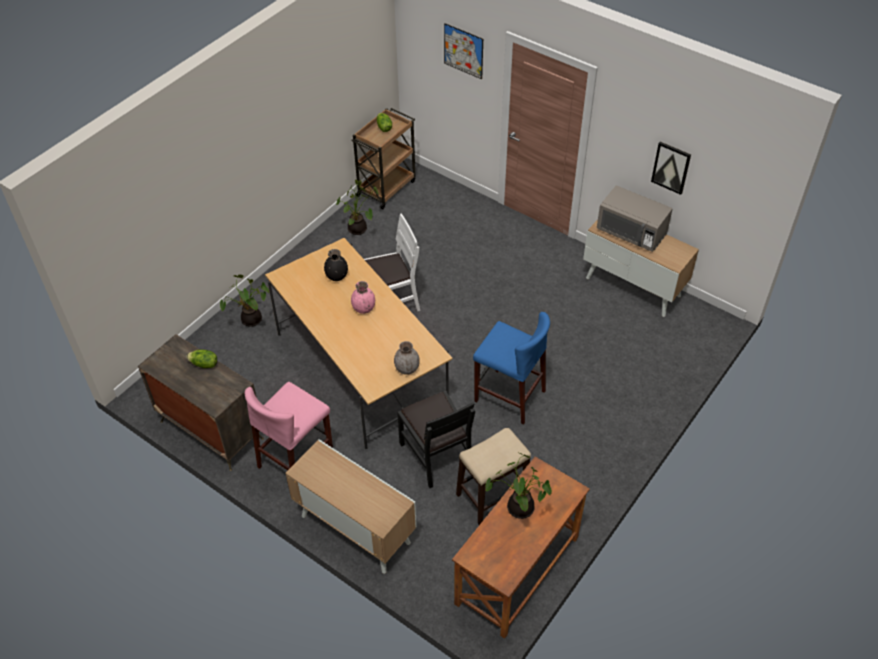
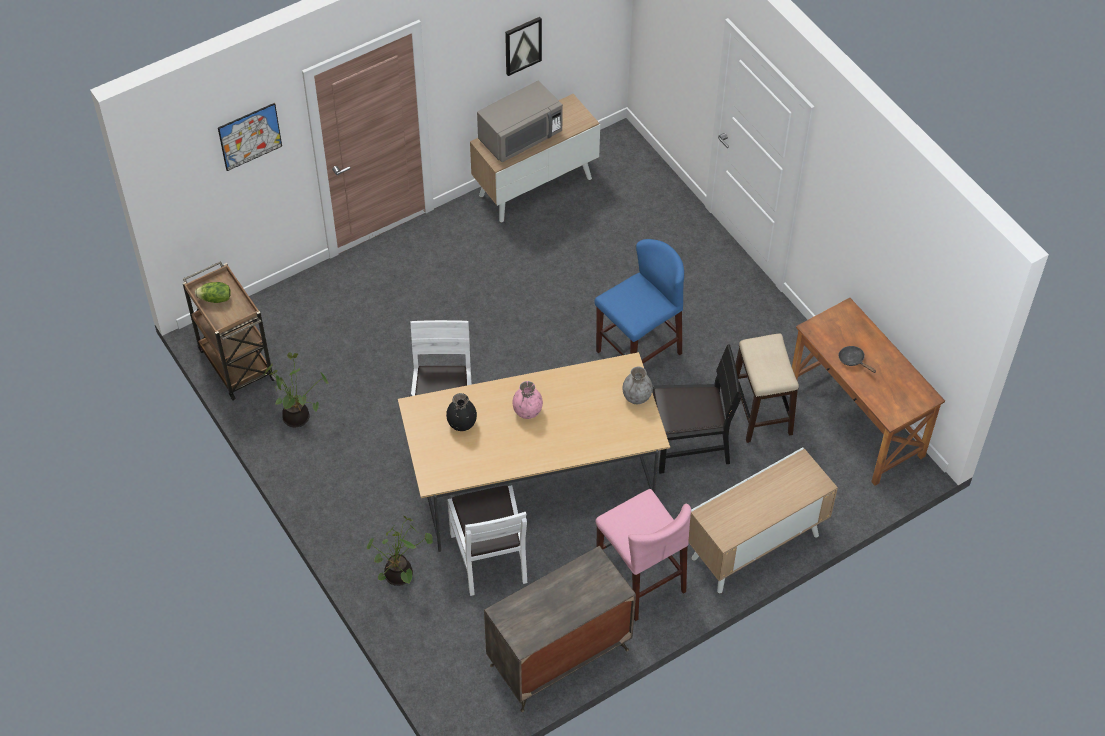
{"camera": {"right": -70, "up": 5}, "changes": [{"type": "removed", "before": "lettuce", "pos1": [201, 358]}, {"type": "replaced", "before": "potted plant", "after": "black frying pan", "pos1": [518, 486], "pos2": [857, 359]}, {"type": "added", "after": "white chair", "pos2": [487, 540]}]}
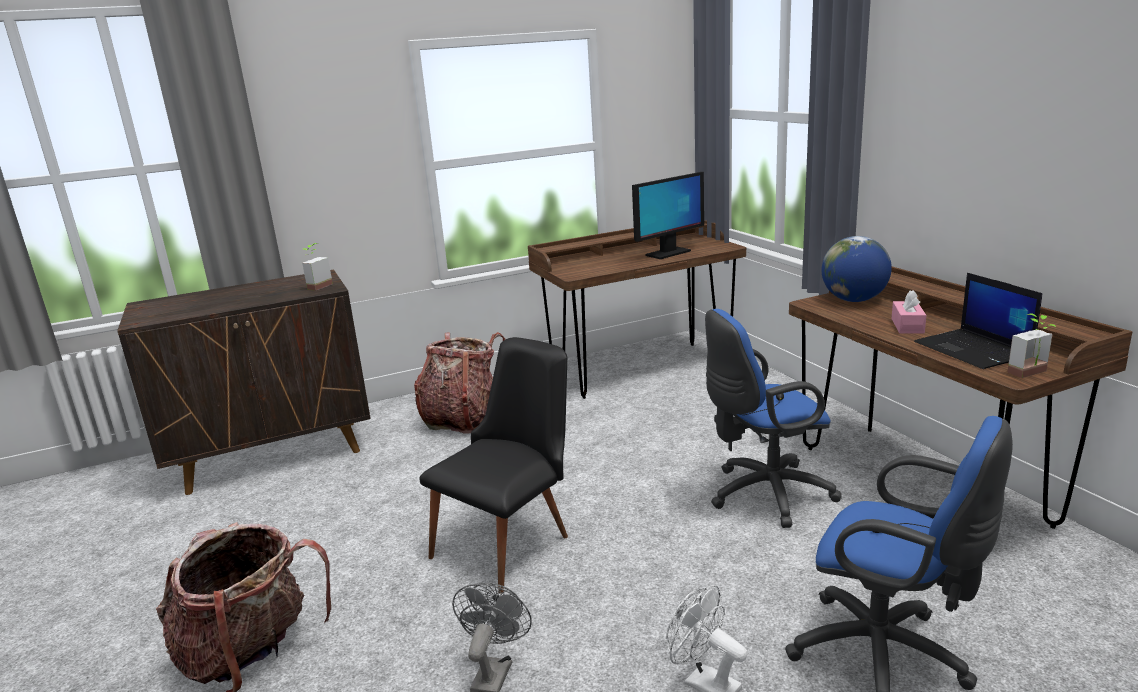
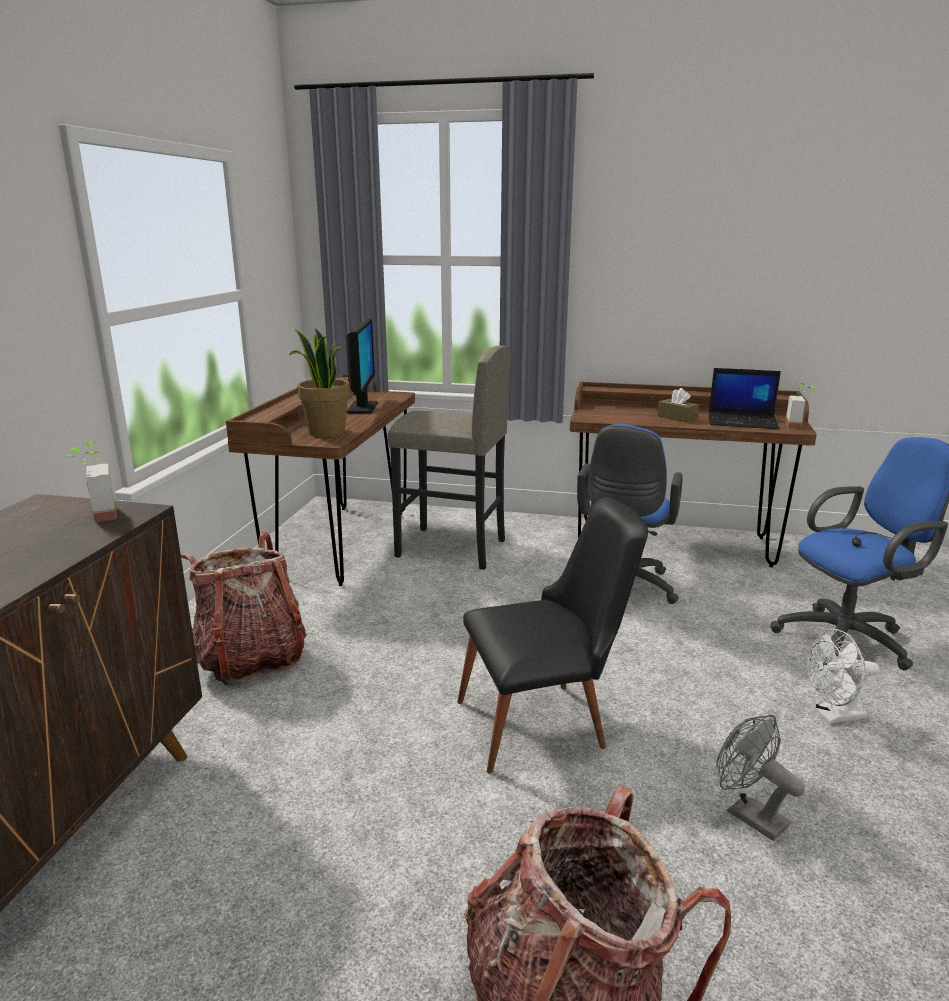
{"camera": {"right": -55, "up": 0}, "changes": [{"type": "removed", "before": "globe", "pos1": [857, 269]}, {"type": "recoloured", "before": "pink tissue box", "after": "brown tissue box", "pos1": [908, 312], "pos2": [678, 405]}, {"type": "turned", "before": "black chair", "pos1": [493, 465], "pos2": [552, 635], "turn": 90}, {"type": "added", "after": "potted plant", "pos2": [319, 382]}, {"type": "added", "after": "grey stool", "pos2": [449, 457]}]}
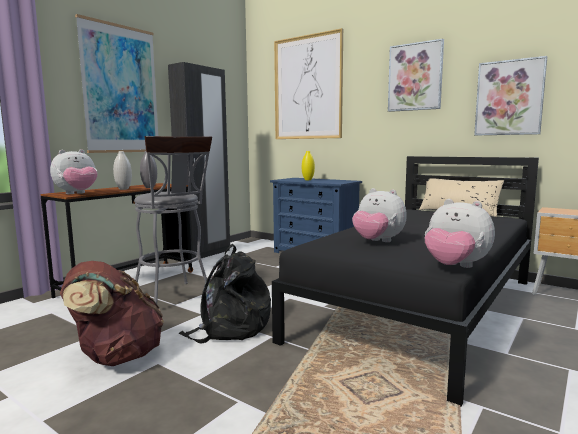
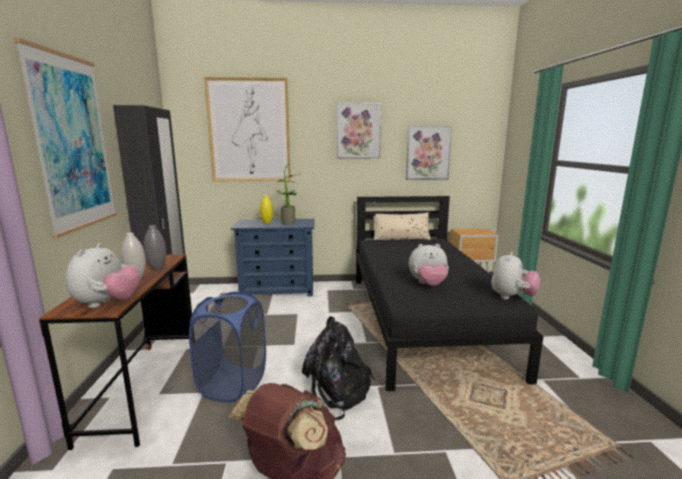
{"camera": {"right": -40, "up": 5}, "changes": [{"type": "replaced", "before": "grey stool", "after": "blue laundry basket", "pos1": [173, 220], "pos2": [227, 347]}, {"type": "turned", "before": "plush toy", "pos1": [459, 233], "pos2": [515, 275], "turn": -60}, {"type": "added", "after": "potted plant", "pos2": [288, 194]}]}
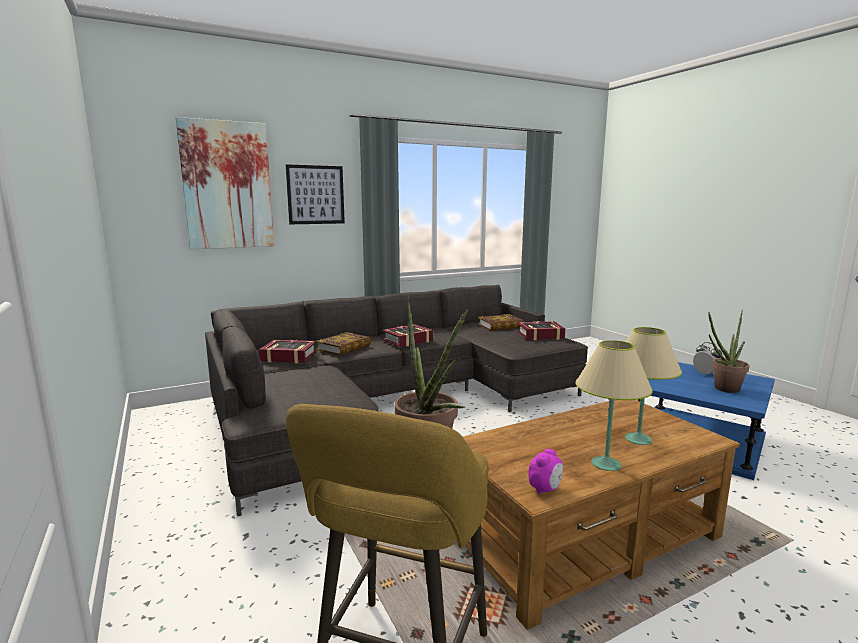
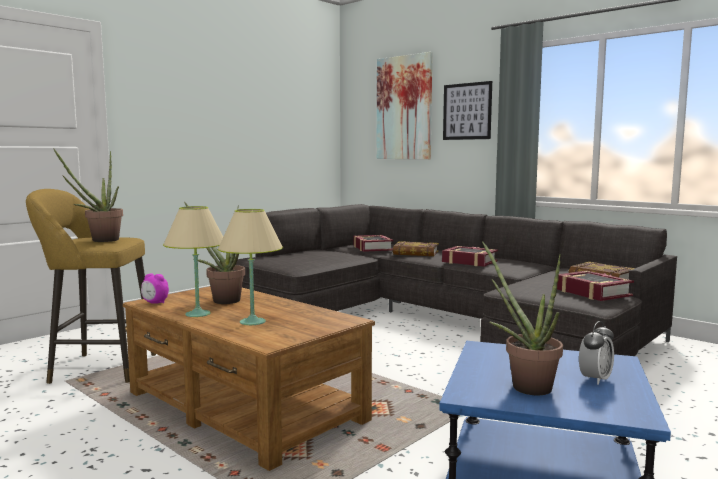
{"camera": {"right": 70, "up": -5}, "changes": [{"type": "added", "after": "potted plant", "pos2": [214, 253]}]}
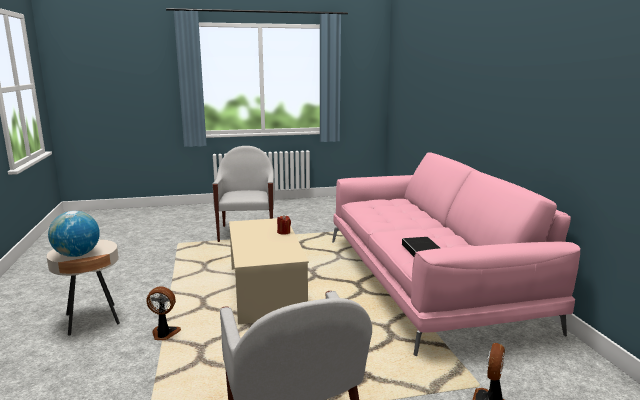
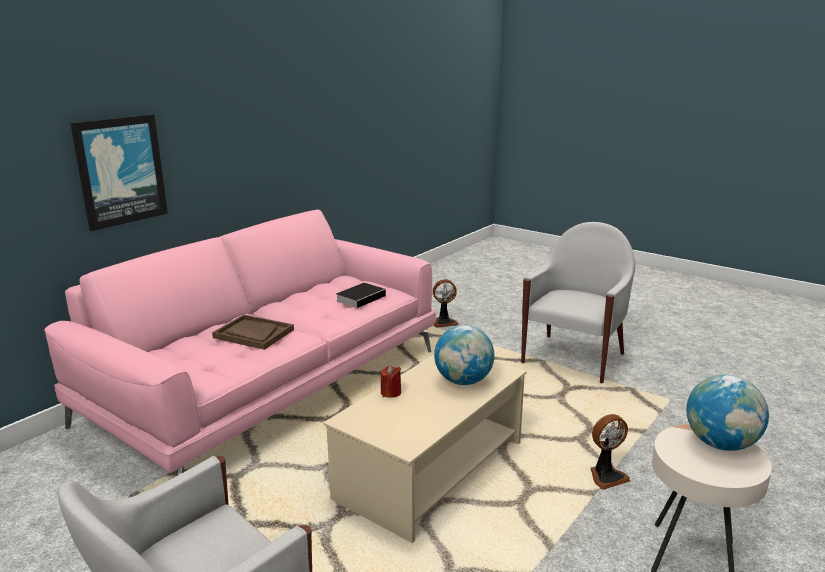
{"camera": {"right": -130, "up": 5}, "changes": [{"type": "turned", "before": "fan", "pos1": [163, 313], "pos2": [610, 452], "turn": -75}, {"type": "added", "after": "picture", "pos2": [119, 172]}, {"type": "added", "after": "brown tray", "pos2": [253, 332]}, {"type": "added", "after": "globe", "pos2": [464, 355]}]}
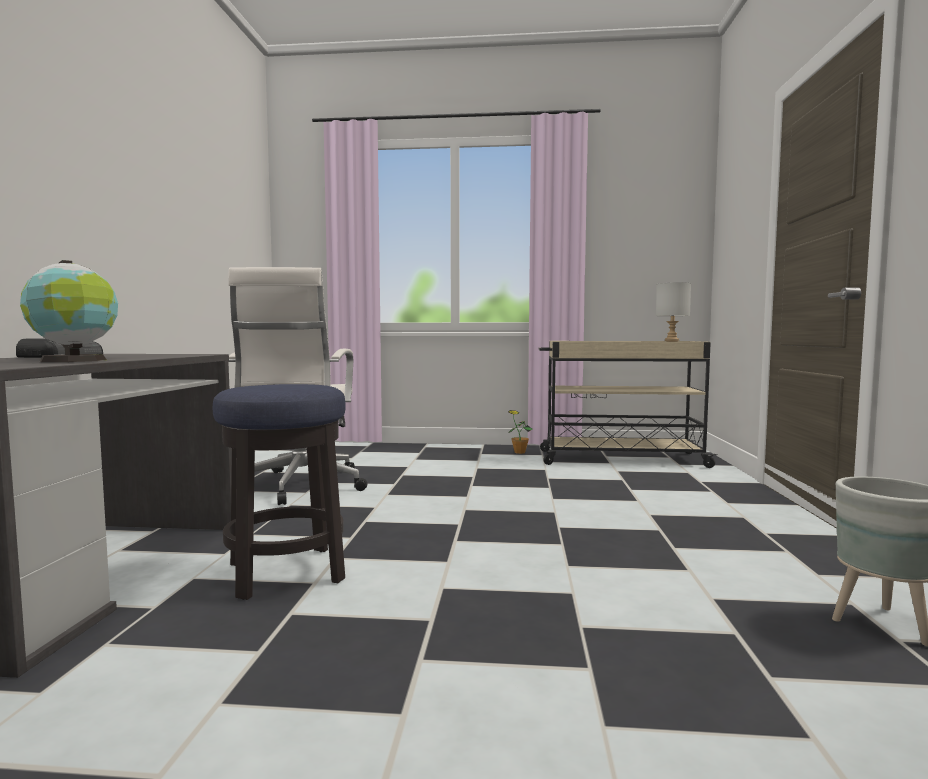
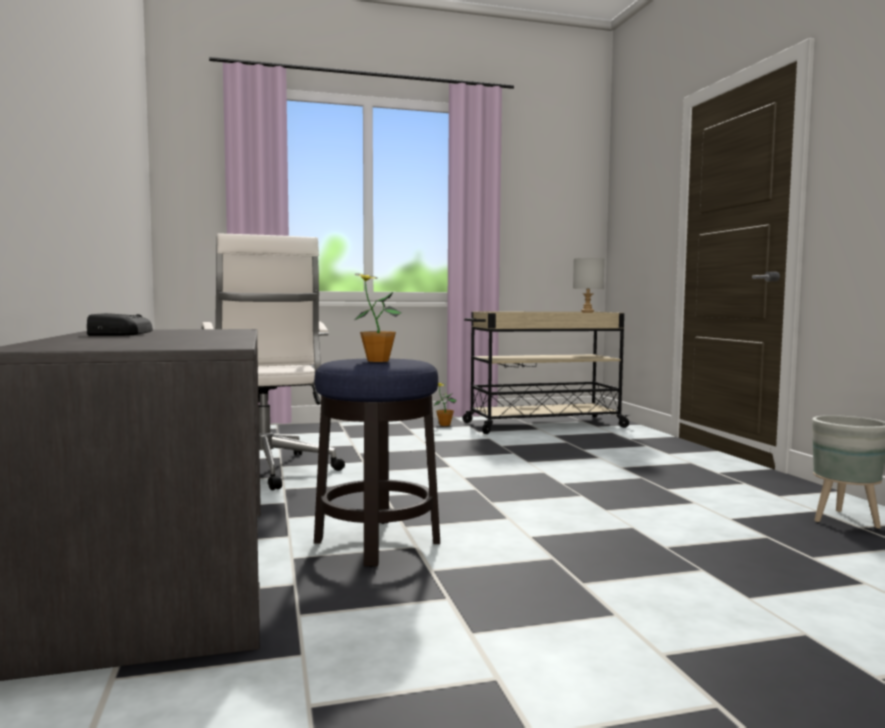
{"camera": {"right": -20, "up": 0}, "changes": [{"type": "removed", "before": "globe", "pos1": [69, 311]}, {"type": "added", "after": "potted plant", "pos2": [378, 317]}]}
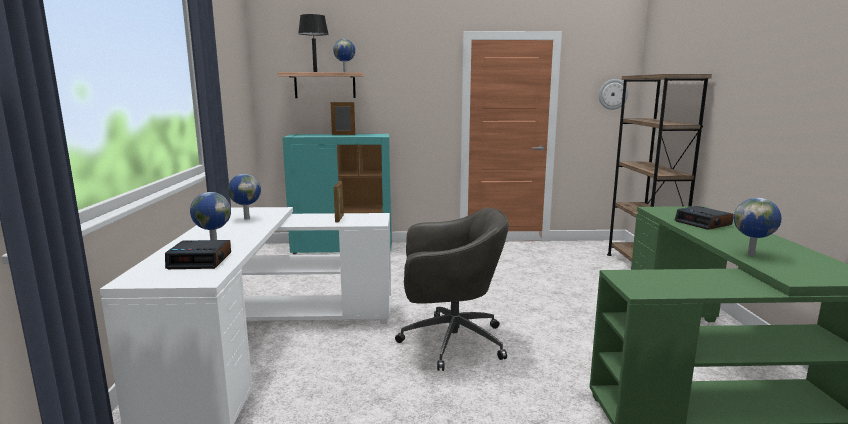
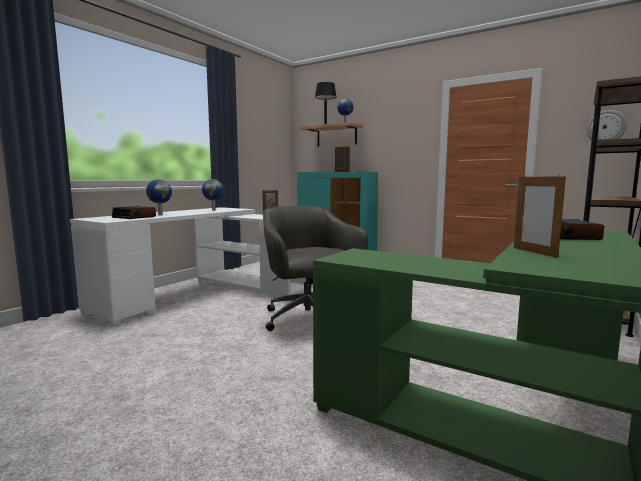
{"camera": {"right": 35, "up": -5}, "changes": [{"type": "replaced", "before": "globe", "after": "picture frame", "pos1": [757, 227], "pos2": [540, 216]}, {"type": "turned", "before": "grey office chair", "pos1": [452, 289], "pos2": [315, 268], "turn": -150}]}
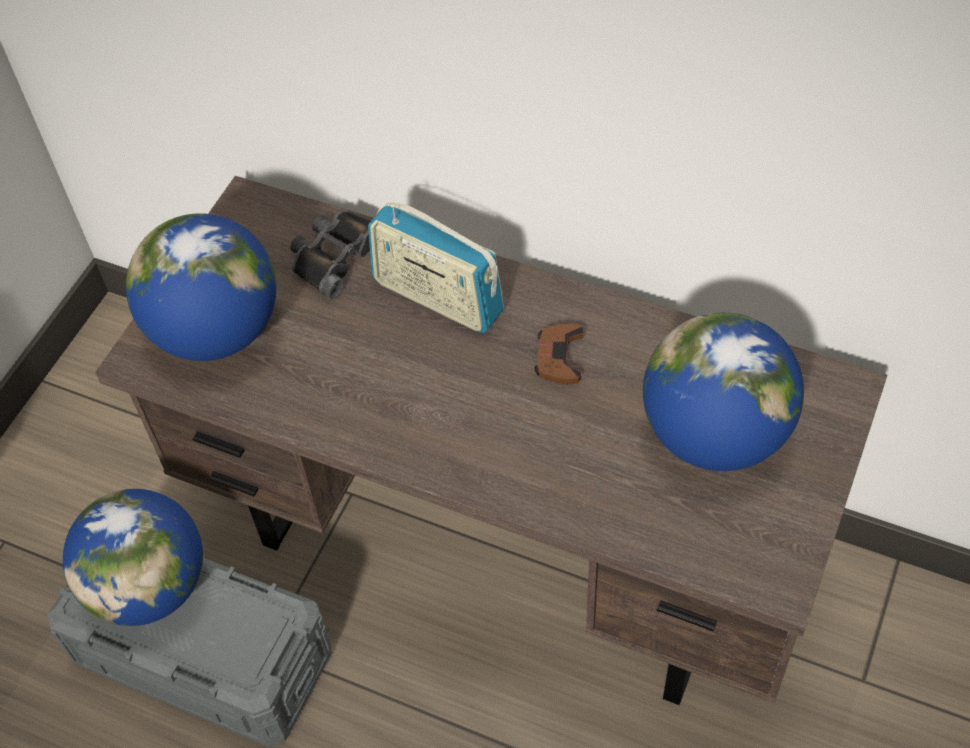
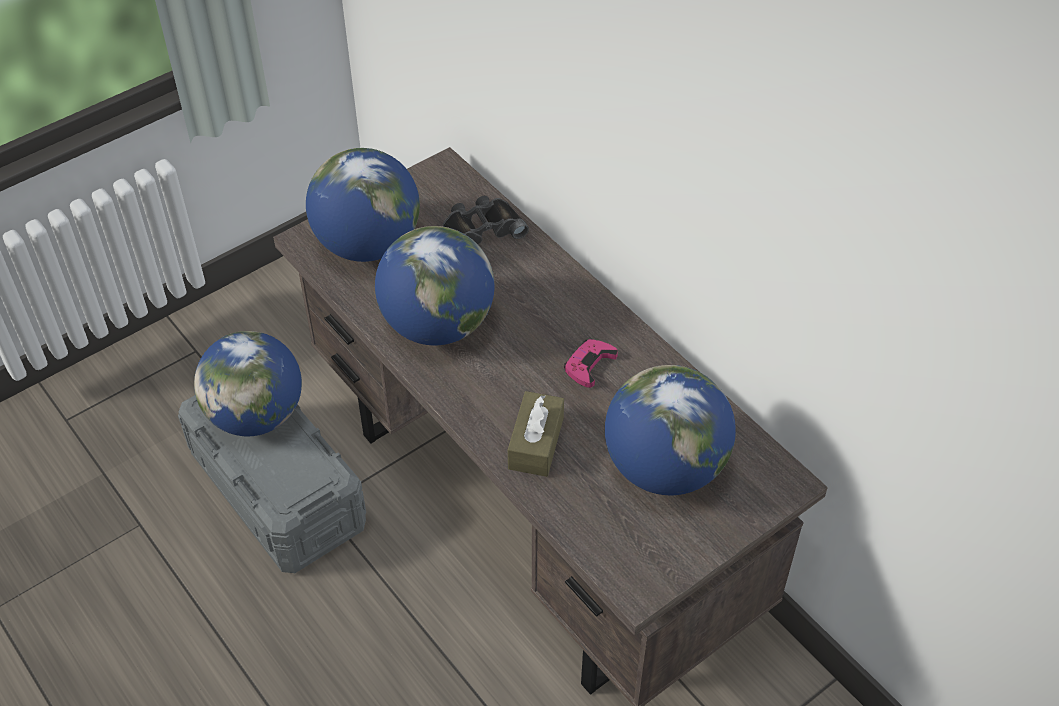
{"camera": {"right": 25, "up": -5}, "changes": [{"type": "removed", "before": "radio", "pos1": [436, 267]}, {"type": "recoloured", "before": "brown game controller", "after": "pink game controller", "pos1": [559, 354], "pos2": [591, 363]}, {"type": "added", "after": "globe", "pos2": [434, 285]}, {"type": "added", "after": "brown tissue box", "pos2": [536, 434]}]}
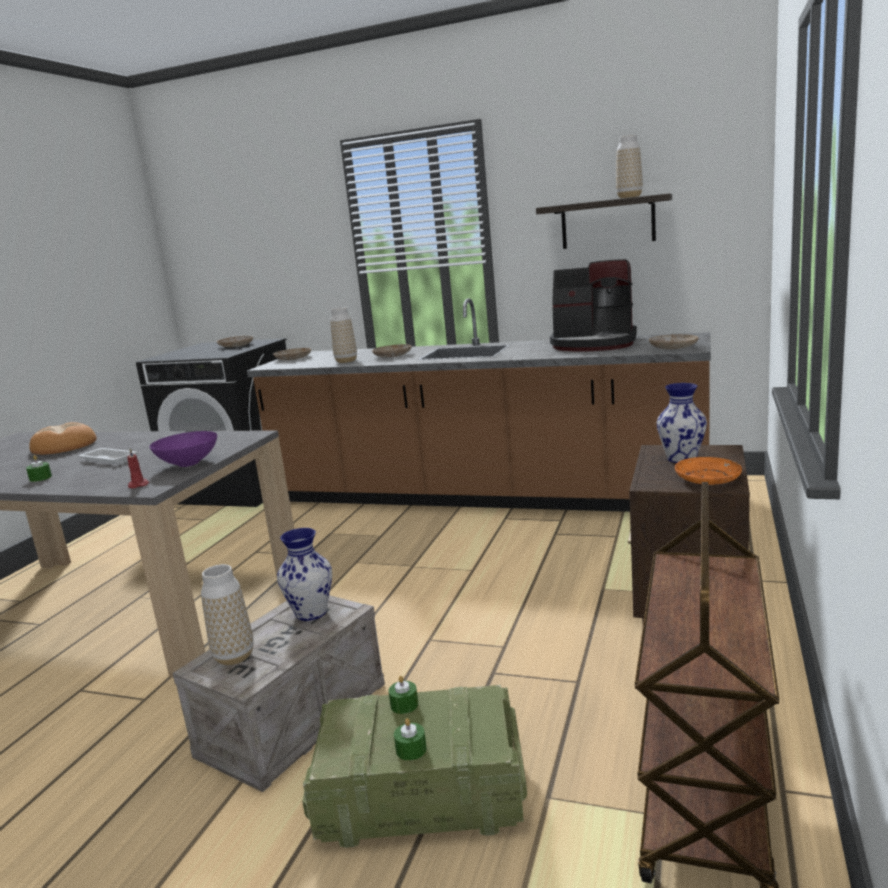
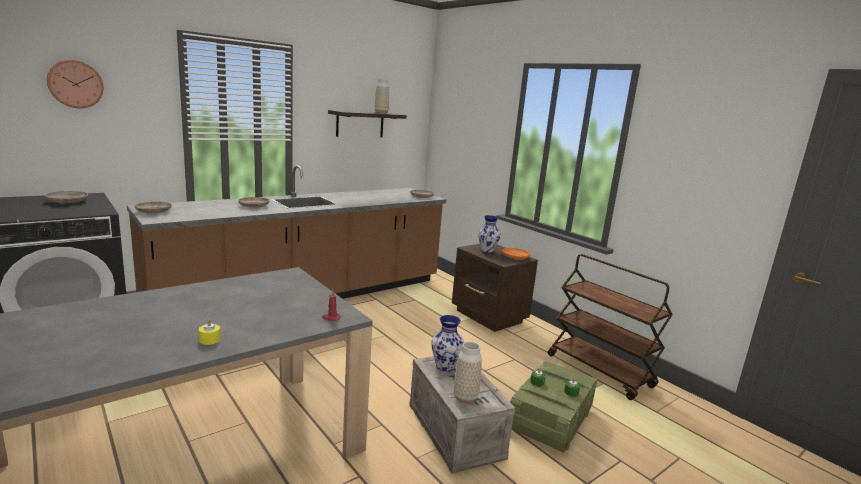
{"camera": {"right": -60, "up": 0}, "changes": [{"type": "removed", "before": "coffee machine", "pos1": [593, 305]}, {"type": "removed", "before": "vase", "pos1": [343, 335]}, {"type": "removed", "before": "bread", "pos1": [63, 438]}, {"type": "removed", "before": "purple bowl", "pos1": [183, 449]}, {"type": "removed", "before": "white tray", "pos1": [108, 456]}, {"type": "recoloured", "before": "green candle", "after": "yellow candle", "pos1": [39, 468], "pos2": [209, 332]}, {"type": "added", "after": "wall clock", "pos2": [75, 84]}]}
